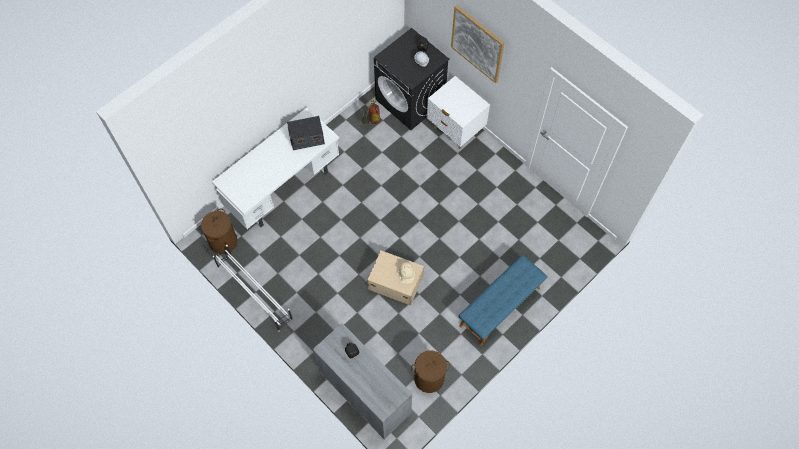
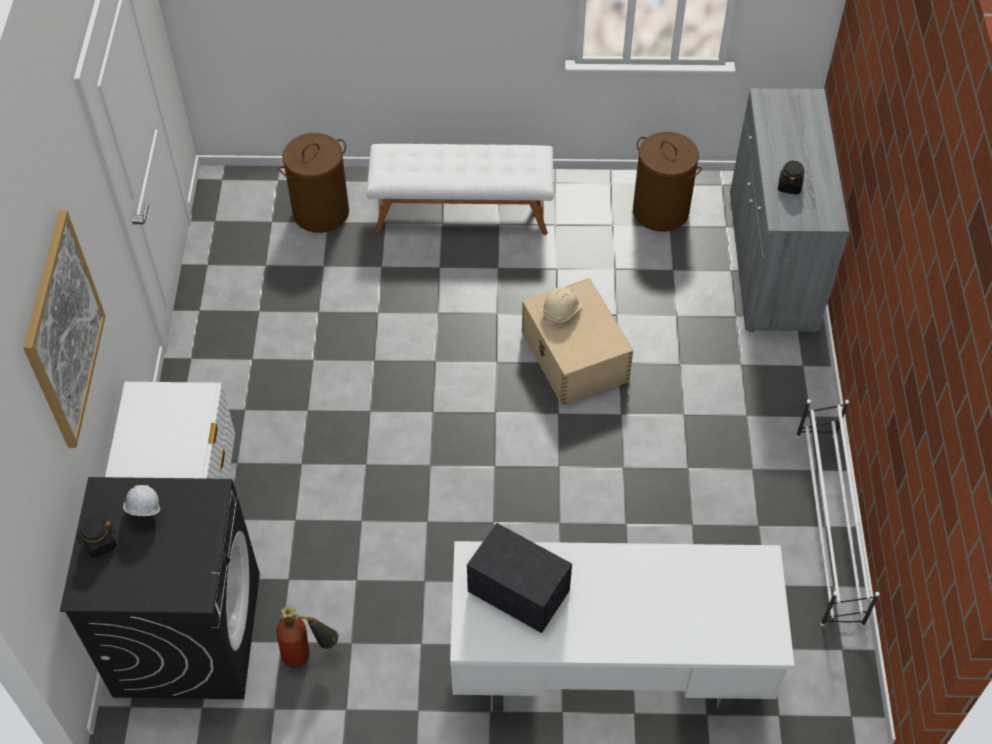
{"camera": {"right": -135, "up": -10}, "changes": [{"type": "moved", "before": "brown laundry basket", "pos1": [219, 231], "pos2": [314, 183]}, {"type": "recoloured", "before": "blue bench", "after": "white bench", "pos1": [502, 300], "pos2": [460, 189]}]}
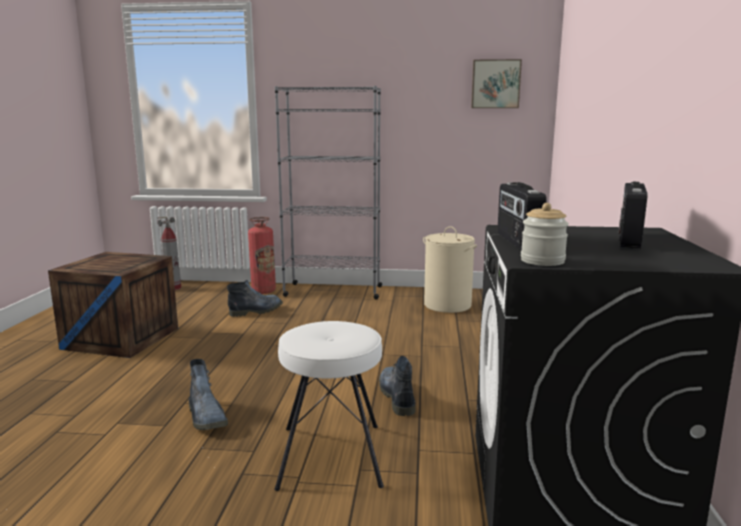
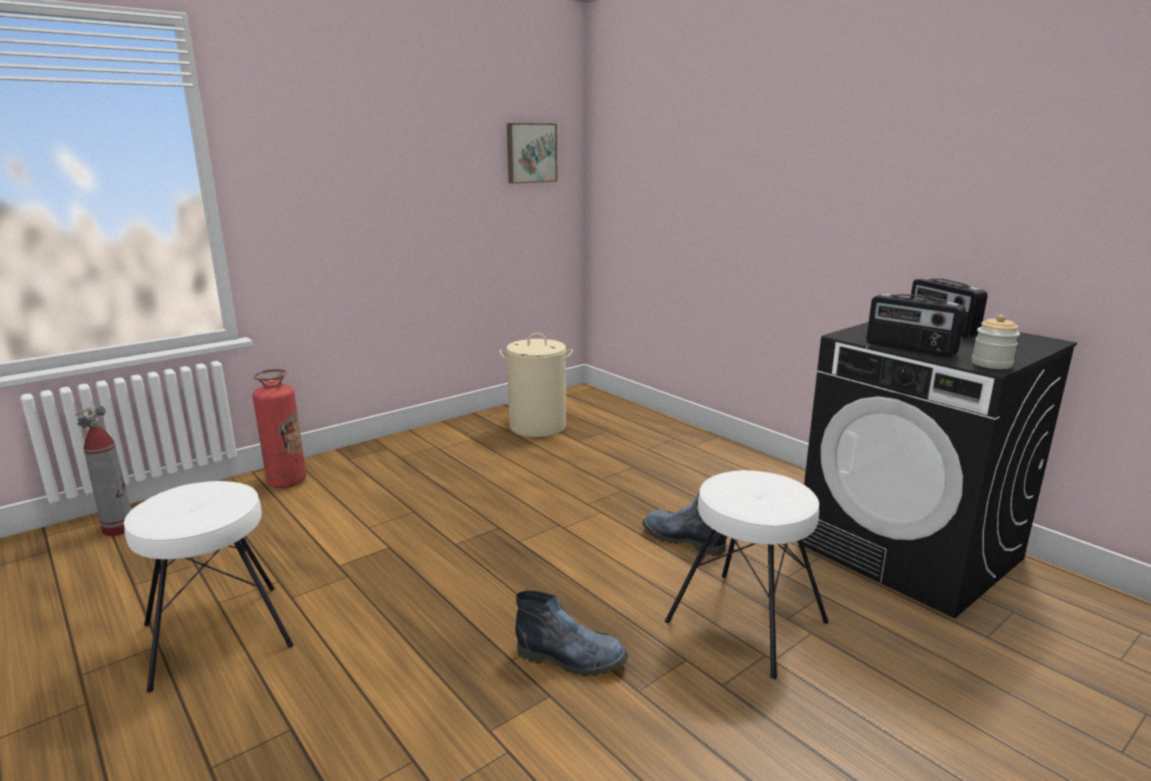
{"camera": {"right": -45, "up": 5}, "changes": [{"type": "removed", "before": "grey bookcase", "pos1": [328, 193]}, {"type": "replaced", "before": "crate", "after": "white stool", "pos1": [113, 305], "pos2": [209, 587]}, {"type": "removed", "before": "boot", "pos1": [255, 298]}]}
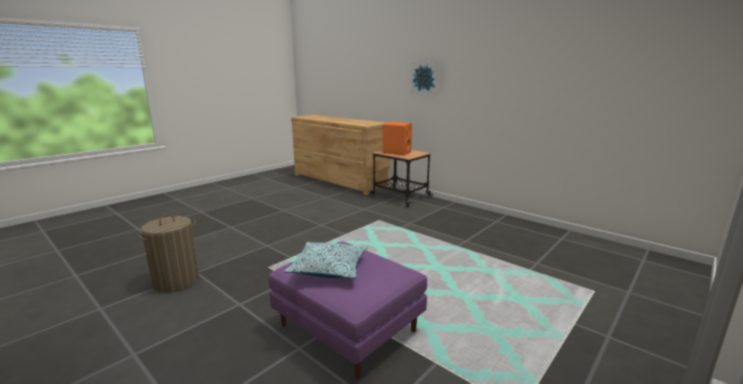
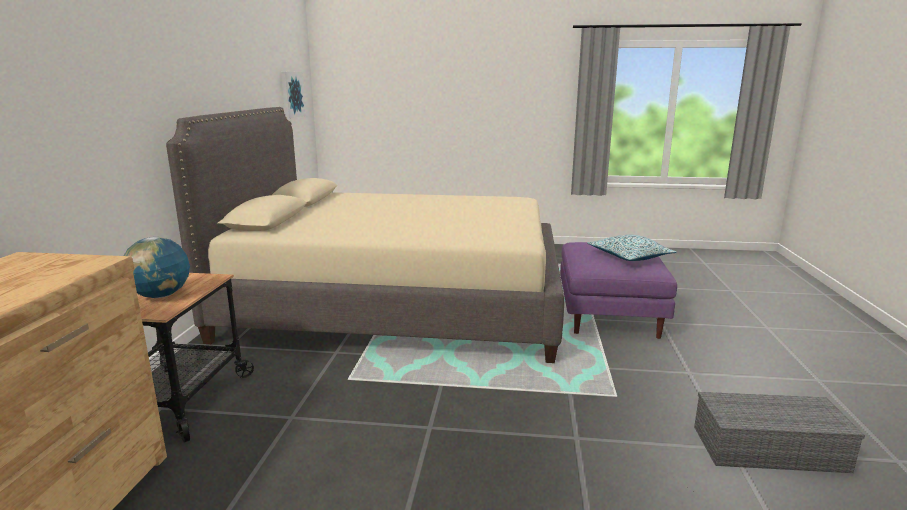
{"camera": {"right": -125, "up": 0}, "changes": [{"type": "moved", "before": "picture", "pos1": [425, 78], "pos2": [293, 95]}, {"type": "replaced", "before": "orange speaker", "after": "globe", "pos1": [397, 138], "pos2": [157, 267]}, {"type": "replaced", "before": "laundry basket", "after": "grey storage box", "pos1": [168, 253], "pos2": [779, 432]}, {"type": "added", "after": "beige bed", "pos2": [365, 235]}]}
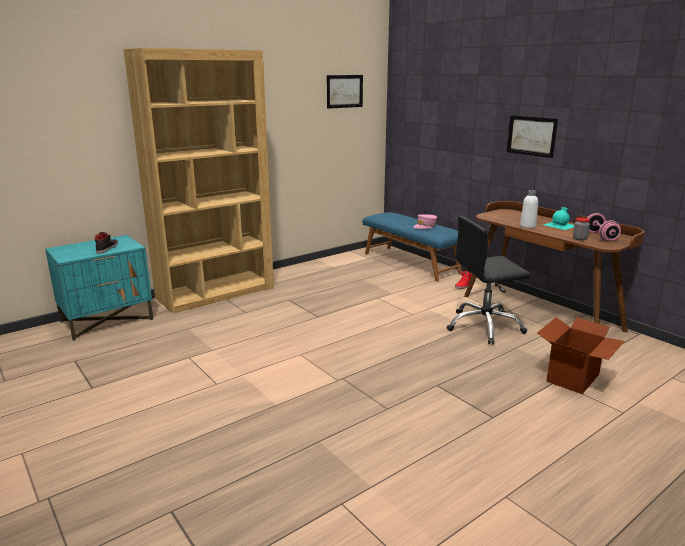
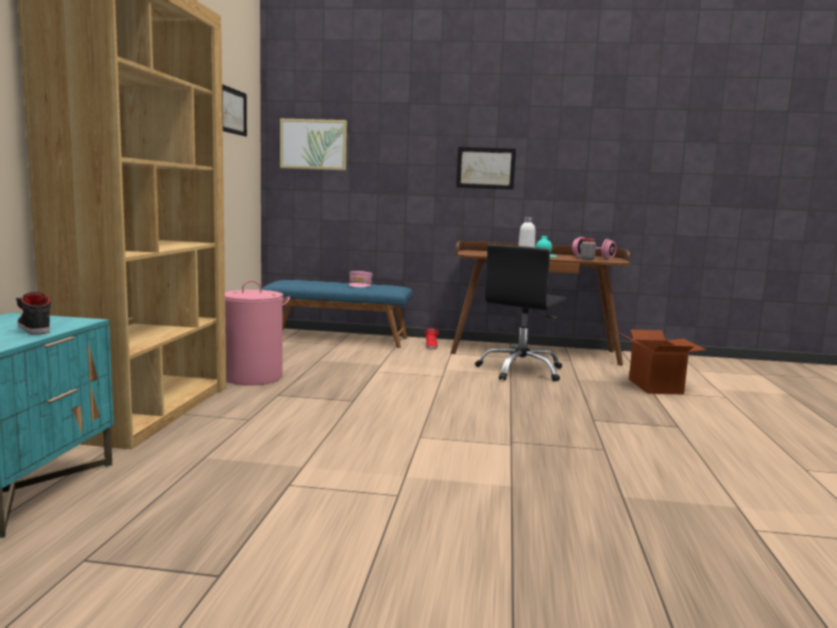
{"camera": {"right": -45, "up": -10}, "changes": [{"type": "added", "after": "picture", "pos2": [313, 144]}, {"type": "added", "after": "pink laundry basket", "pos2": [257, 333]}]}
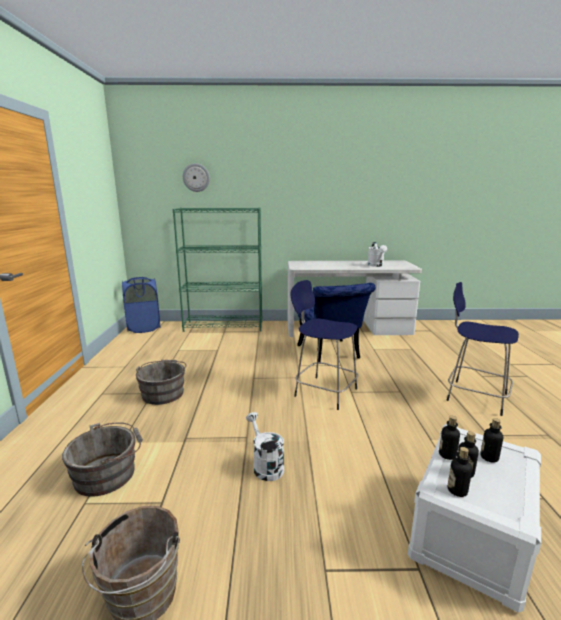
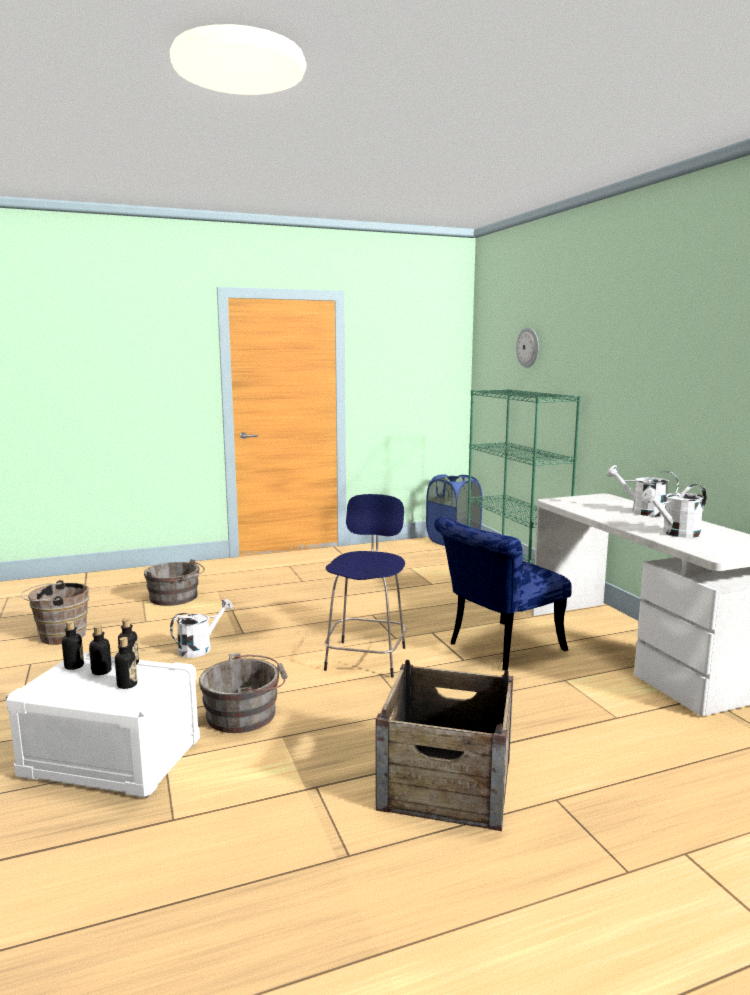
{"camera": {"right": 70, "up": -5}, "changes": [{"type": "replaced", "before": "blue stool", "after": "crate", "pos1": [482, 349], "pos2": [444, 745]}, {"type": "moved", "before": "grey bucket", "pos1": [161, 382], "pos2": [243, 693]}, {"type": "added", "after": "white watering can", "pos2": [643, 490]}]}
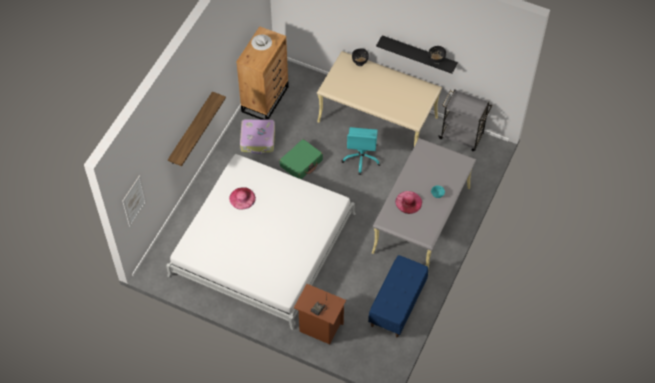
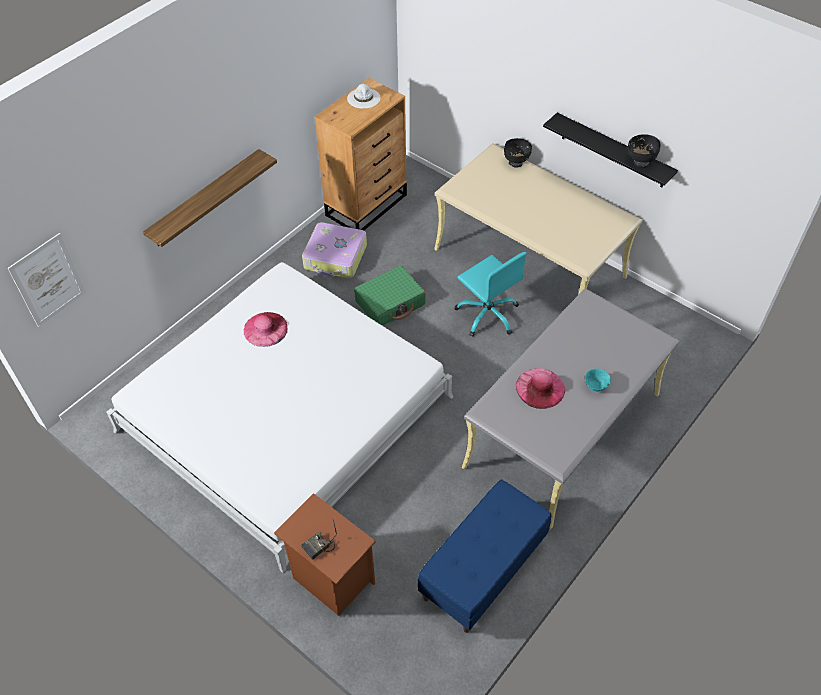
{"camera": {"right": 15, "up": -5}, "changes": [{"type": "removed", "before": "grey cart", "pos1": [465, 120]}, {"type": "turned", "before": "turquoise office chair", "pos1": [361, 151], "pos2": [491, 294], "turn": -60}]}
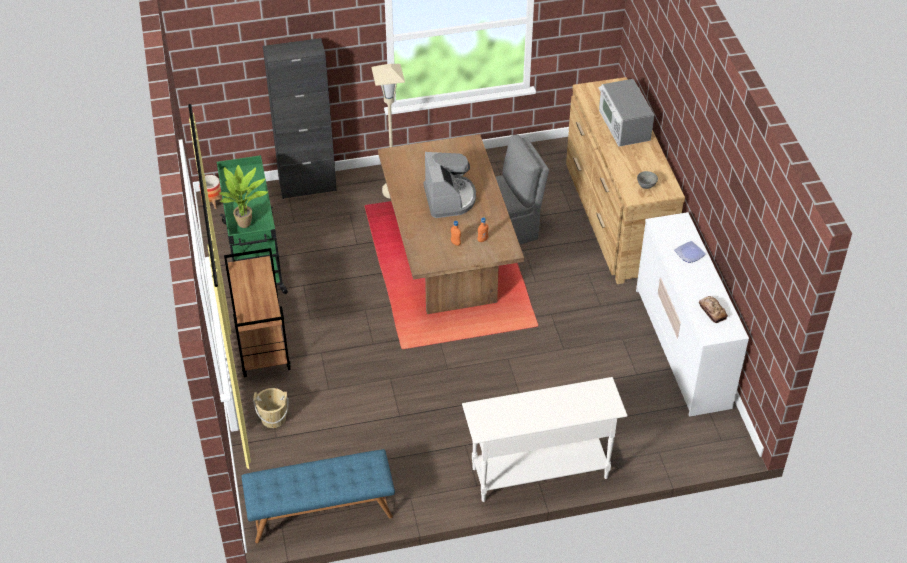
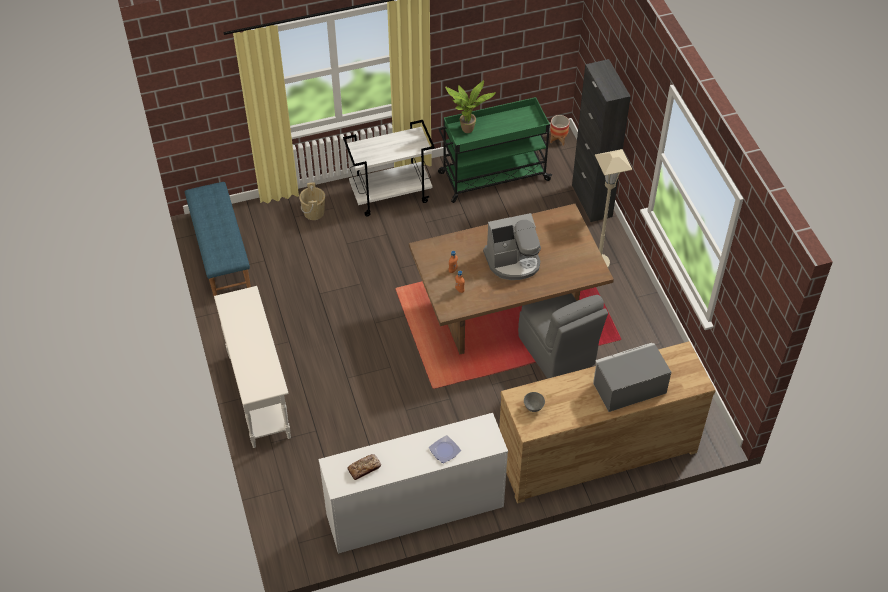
{"camera": {"right": 85, "up": 5}, "changes": [{"type": "recoloured", "before": "brown cart", "after": "white cart", "pos1": [257, 313], "pos2": [389, 168]}]}
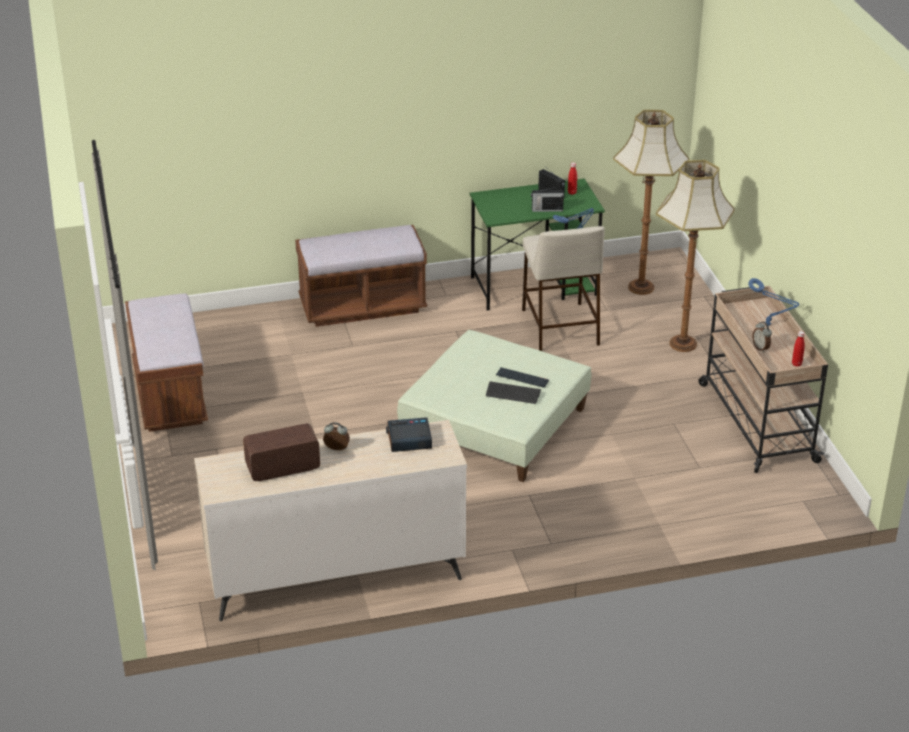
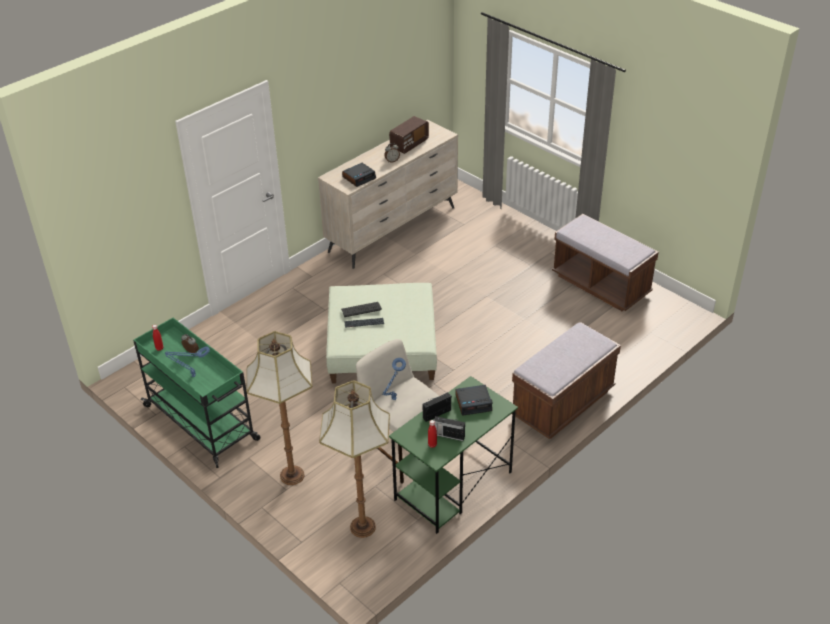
{"camera": {"right": 150, "up": 5}, "changes": [{"type": "recoloured", "before": "beige cart", "after": "green cart", "pos1": [763, 379], "pos2": [197, 393]}, {"type": "added", "after": "alarm clock", "pos2": [474, 400]}]}
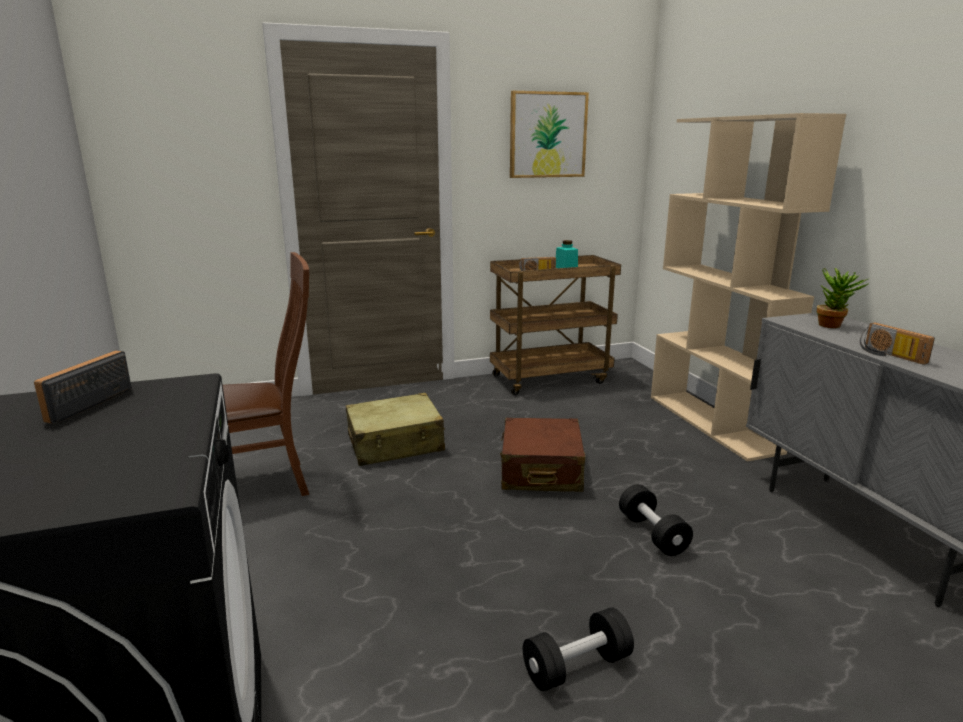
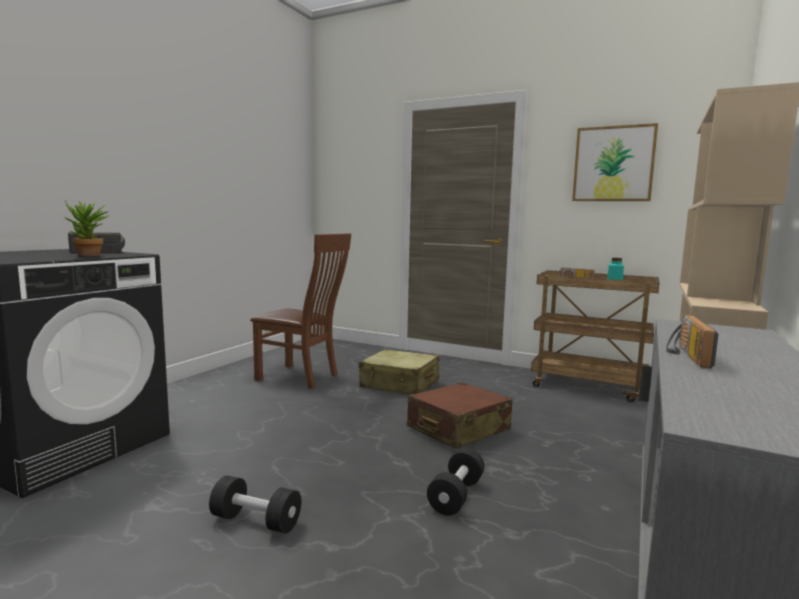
{"camera": {"right": 45, "up": -10}, "changes": [{"type": "moved", "before": "potted plant", "pos1": [843, 298], "pos2": [87, 228]}]}
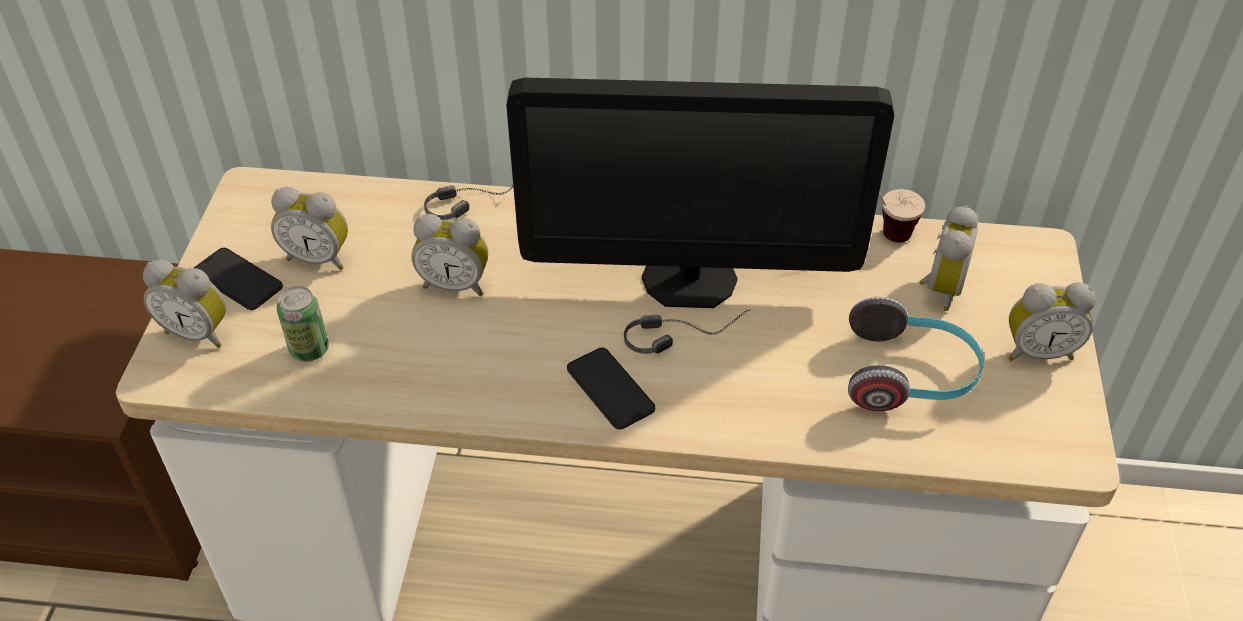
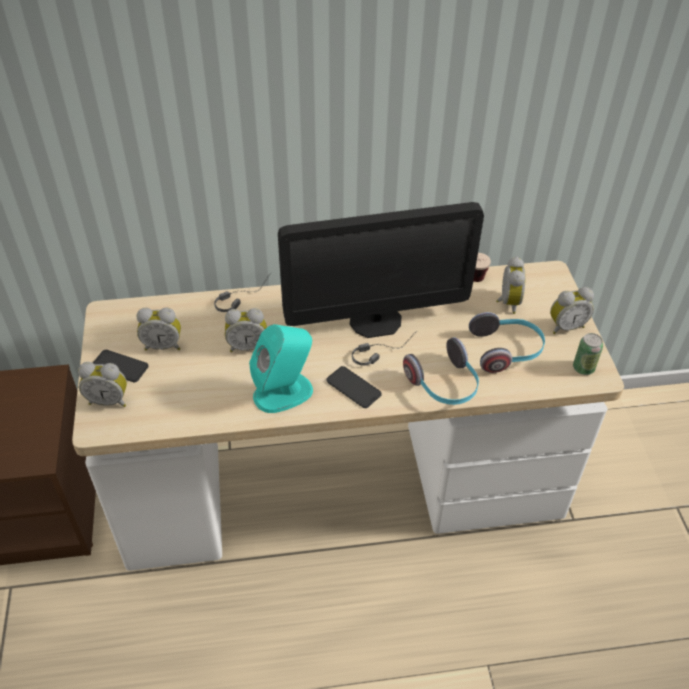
{"camera": {"right": -15, "up": 0}, "changes": [{"type": "moved", "before": "can", "pos1": [303, 324], "pos2": [588, 354]}, {"type": "added", "after": "turquoise speaker", "pos2": [281, 368]}, {"type": "added", "after": "headphones", "pos2": [441, 371]}]}
